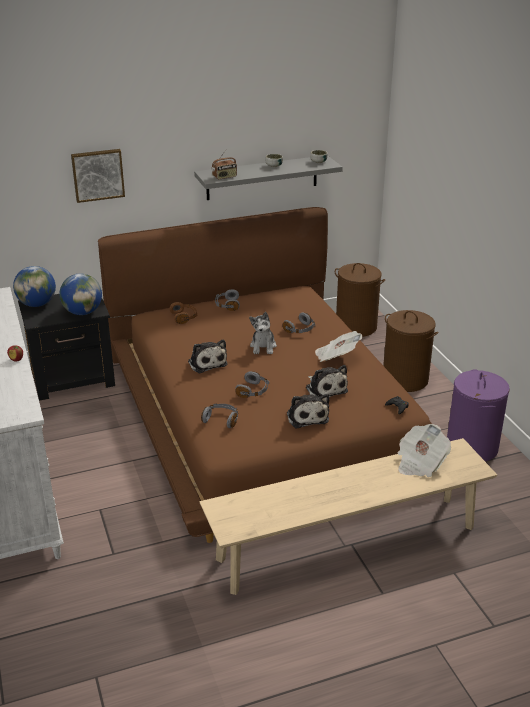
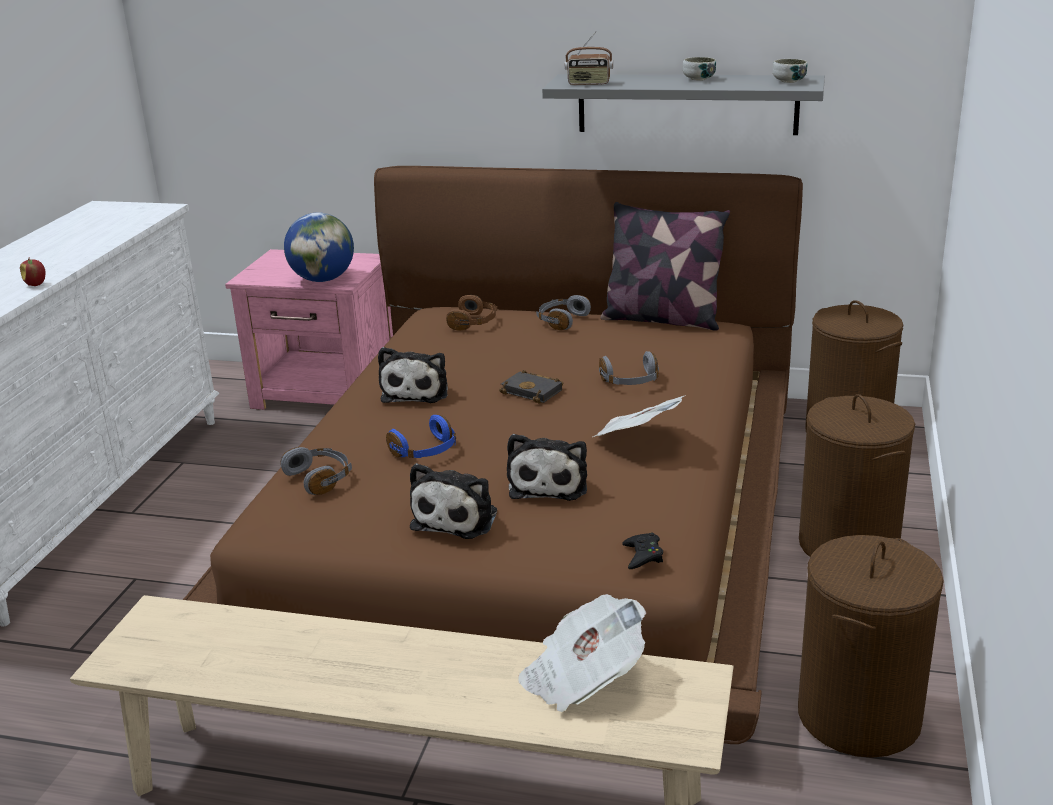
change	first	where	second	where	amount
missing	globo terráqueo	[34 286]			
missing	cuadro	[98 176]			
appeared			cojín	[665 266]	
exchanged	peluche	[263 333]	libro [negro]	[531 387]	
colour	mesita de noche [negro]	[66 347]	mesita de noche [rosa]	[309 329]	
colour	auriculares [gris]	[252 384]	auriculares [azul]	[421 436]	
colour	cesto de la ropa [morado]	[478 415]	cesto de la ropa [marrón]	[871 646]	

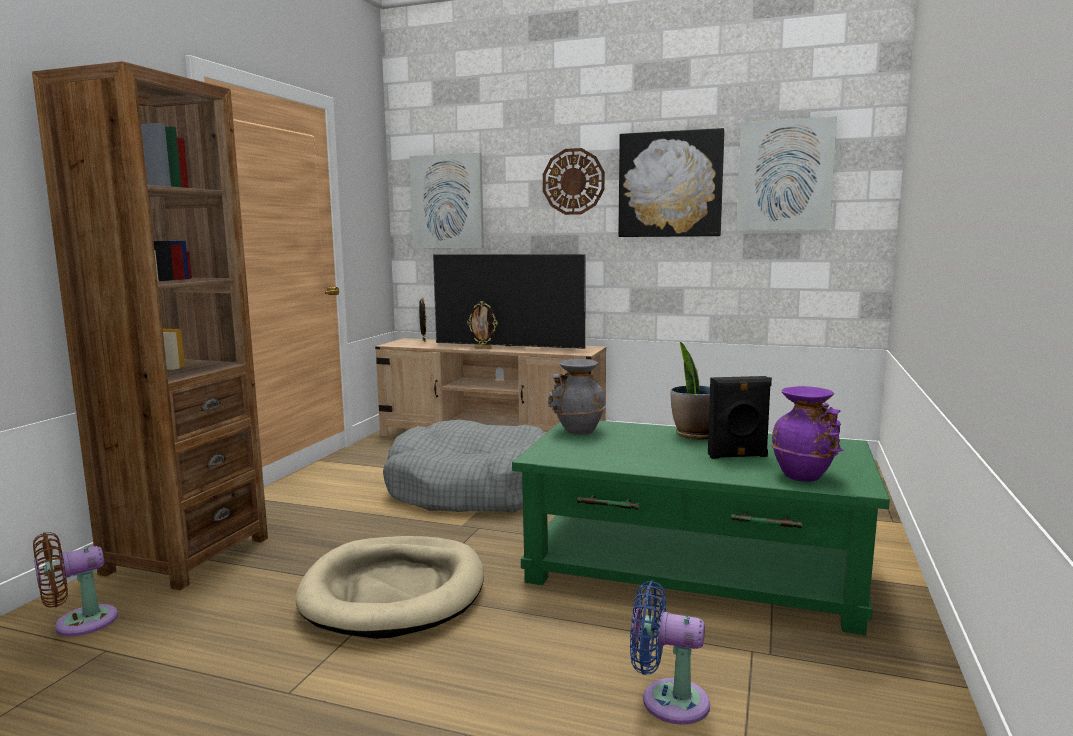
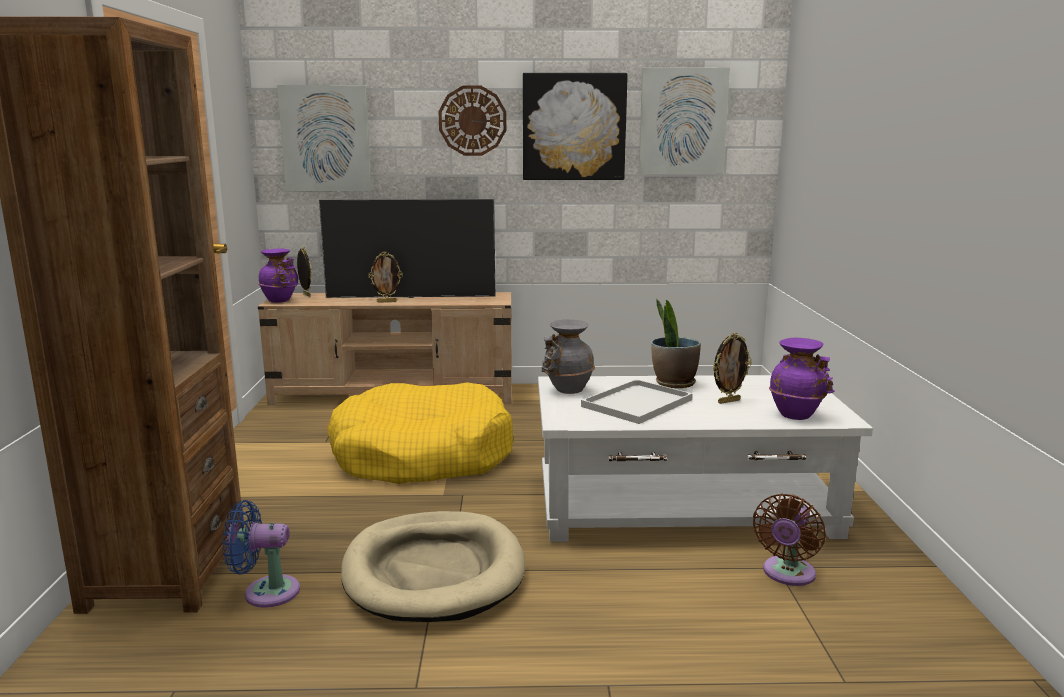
change	first	where	second	where	amount
appeared			florero [morado]	[278 276]	
appeared			bandeja [blanco]	[637 401]	
relocated	ventilador [marrón]	[75 584]		[789 540]	
relocated	ventilador [azul]	[670 653]		[261 554]	
exchanged	altavoz [negro]	[740 417]	portarretratos	[732 368]	
colour	cama para perro [gris]	[464 466]	cama para perro [amarillo]	[420 433]	
colour	mesa de centro [verde]	[701 528]	mesa de centro [blanco]	[705 458]	

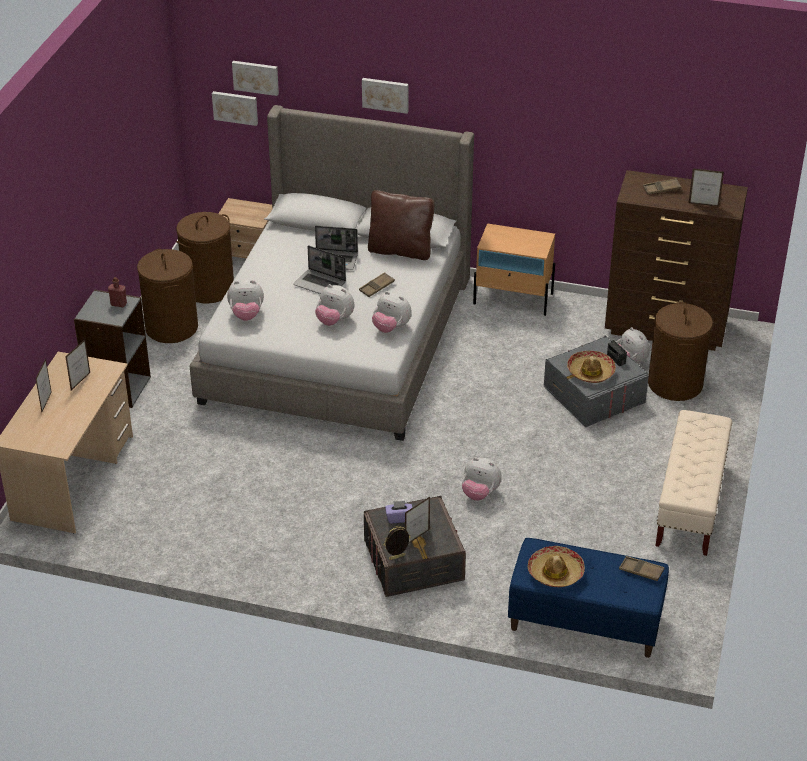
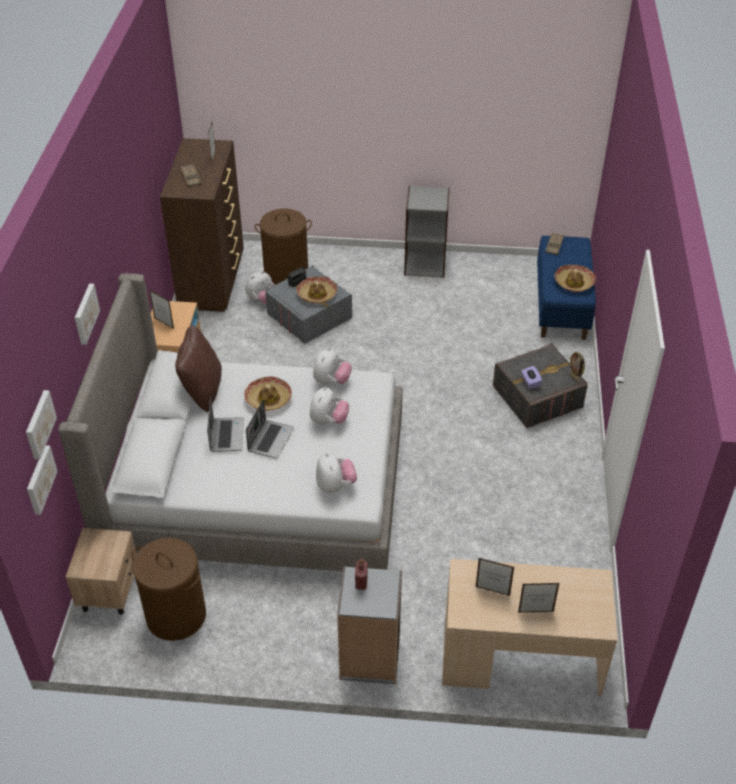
change	first	where	second	where	amount
missing	cesto de la ropa [marrón]	[167 296]			
missing	peluche	[481 479]			
relocated	portarretratos	[417 520]		[161 309]	
exchanged	bandeja [marrón]	[377 284]	sombrero	[268 393]	
exchanged	banco [beis]	[694 483]	estantería [gris]	[427 232]	

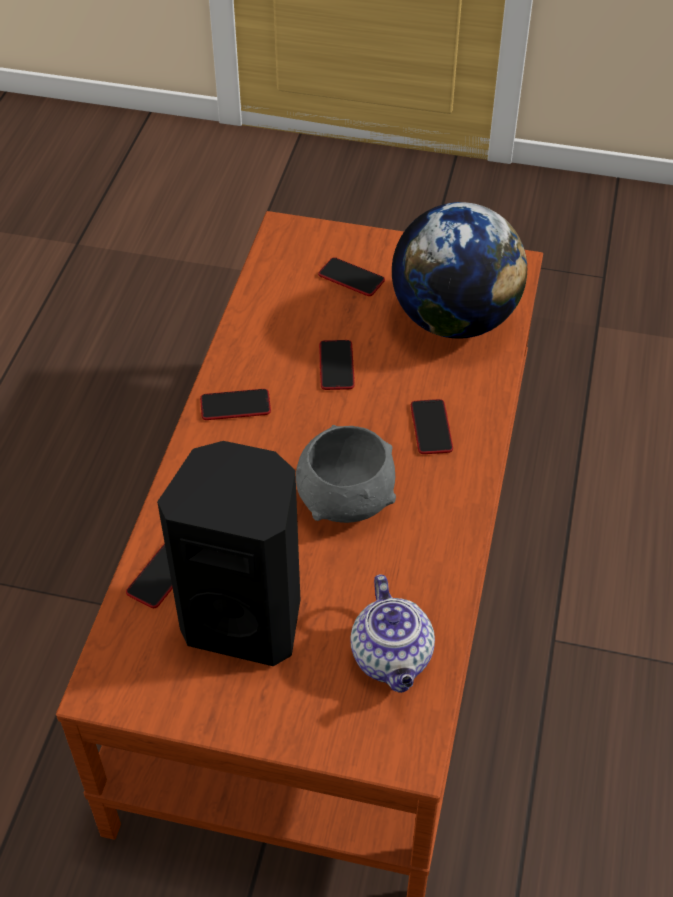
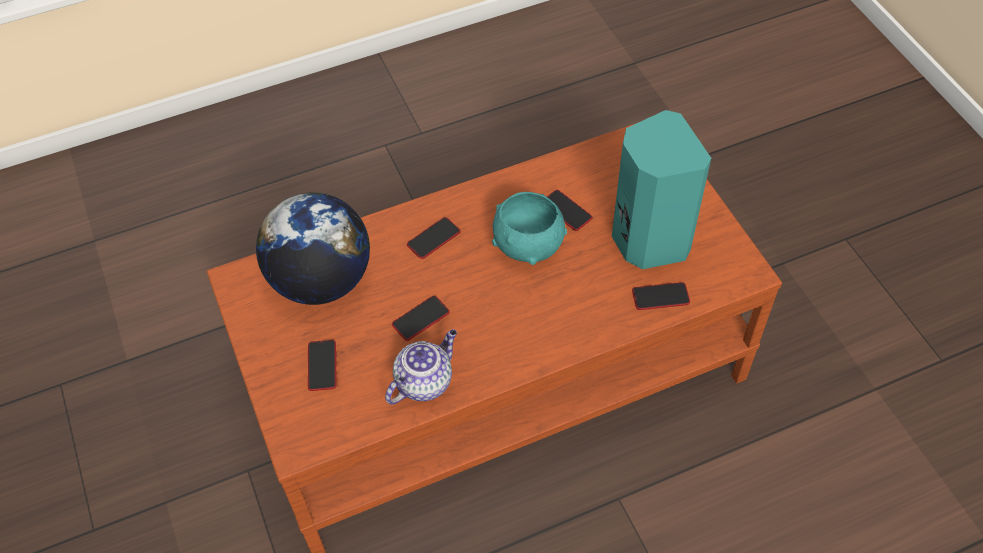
change	first	where	second	where	amount
relocated	móvil	[235 404]		[570 210]	
relocated	tetera	[393 633]		[421 366]	
colour	altavoz [negro]	[228 553]	altavoz [turquesa]	[661 189]	
colour	cuenco [gris]	[346 474]	cuenco [turquesa]	[529 228]	

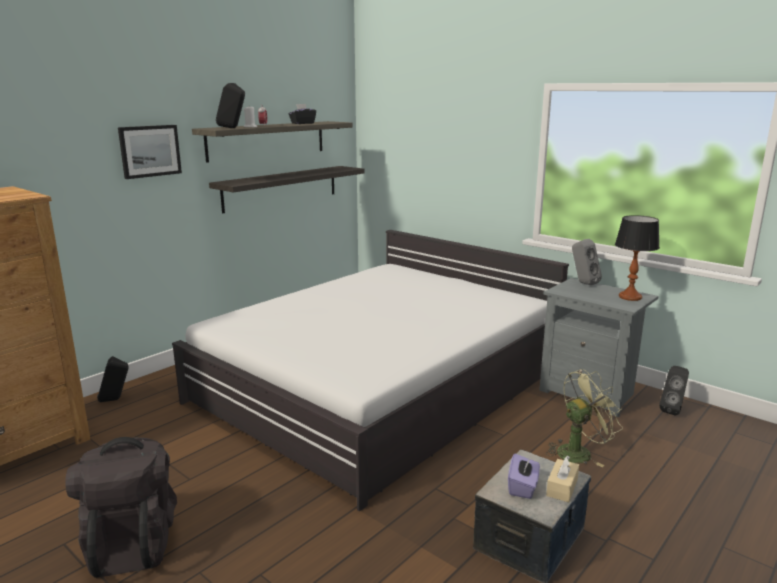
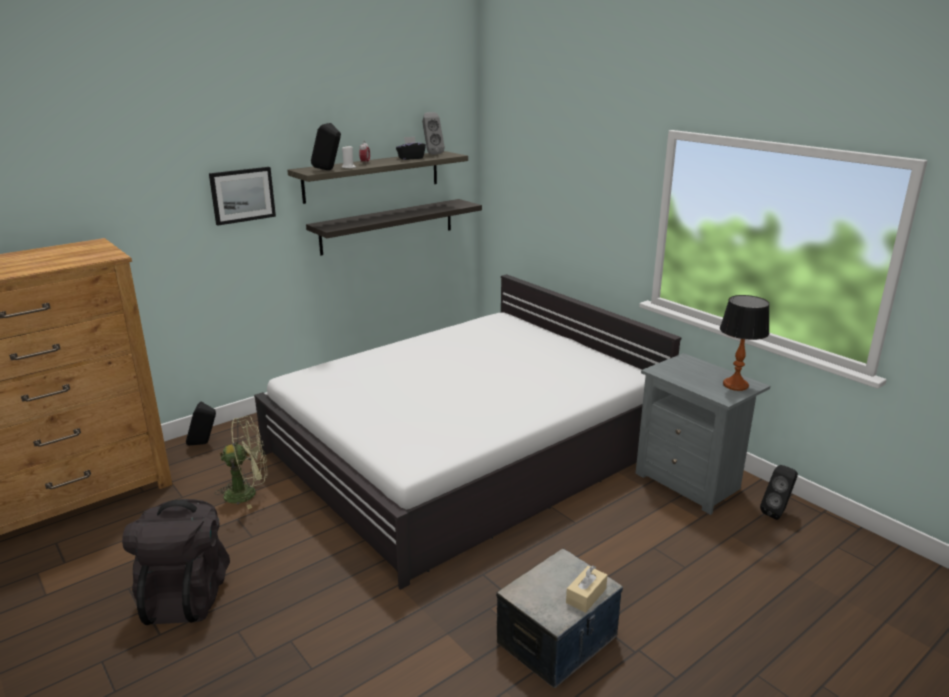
change	first	where	second	where	amount
missing	caja de pañuelos [morado]	[524 476]			
relocated	ventilador [verde]	[584 418]		[242 462]	
relocated	altavoz [gris]	[587 262]		[433 133]	

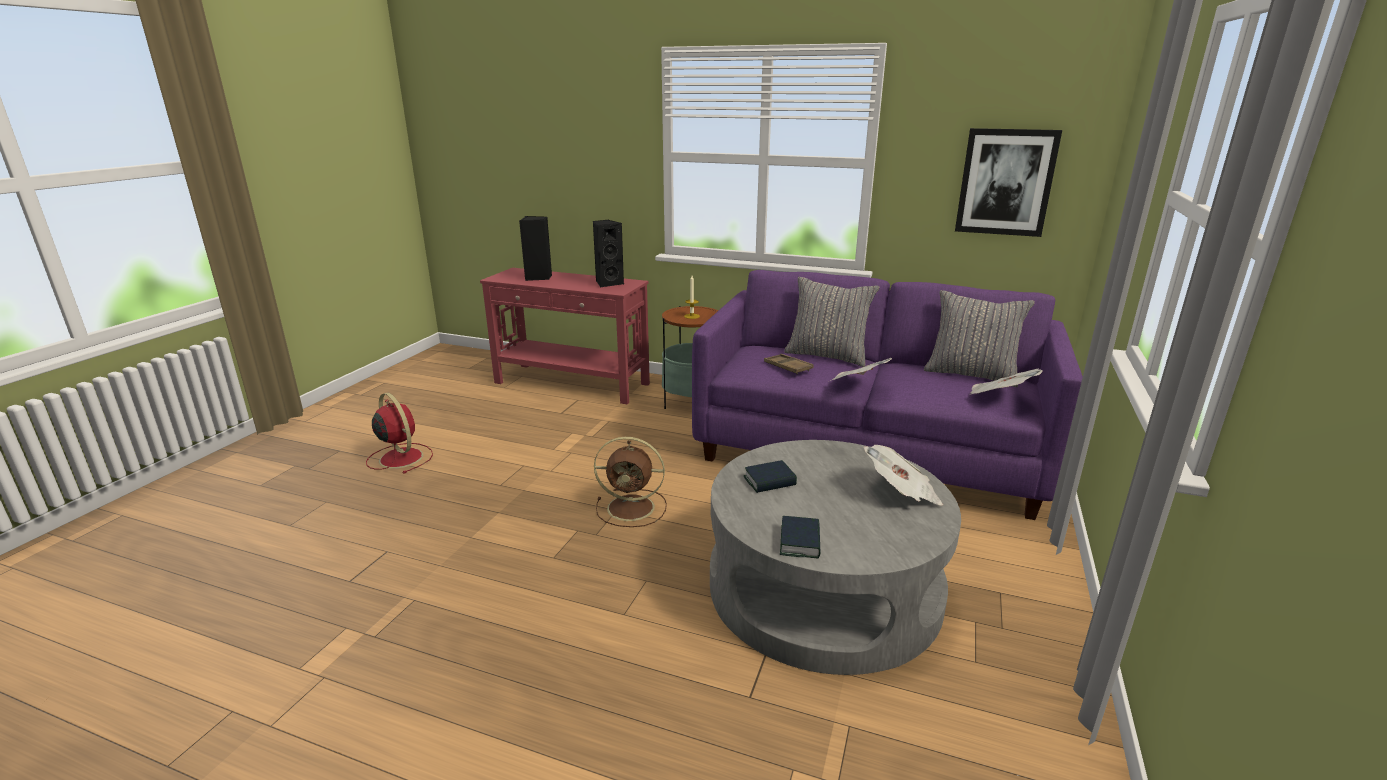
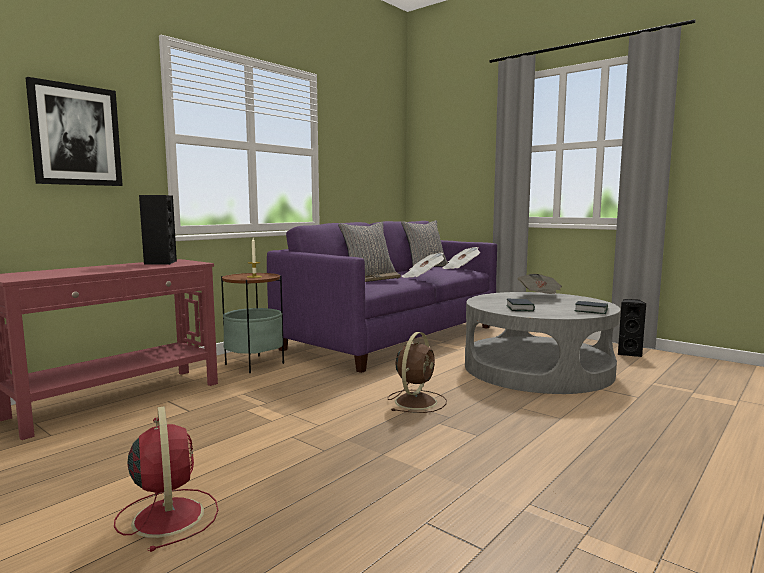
change	first	where	second	where	amount
relocated	altavoz [negro]	[535 248]		[632 328]	
relocated	cuadro	[1008 182]		[74 131]	
spun	ventilador [rojo]	[399 433]		[166 479]	90 degrees clockwise

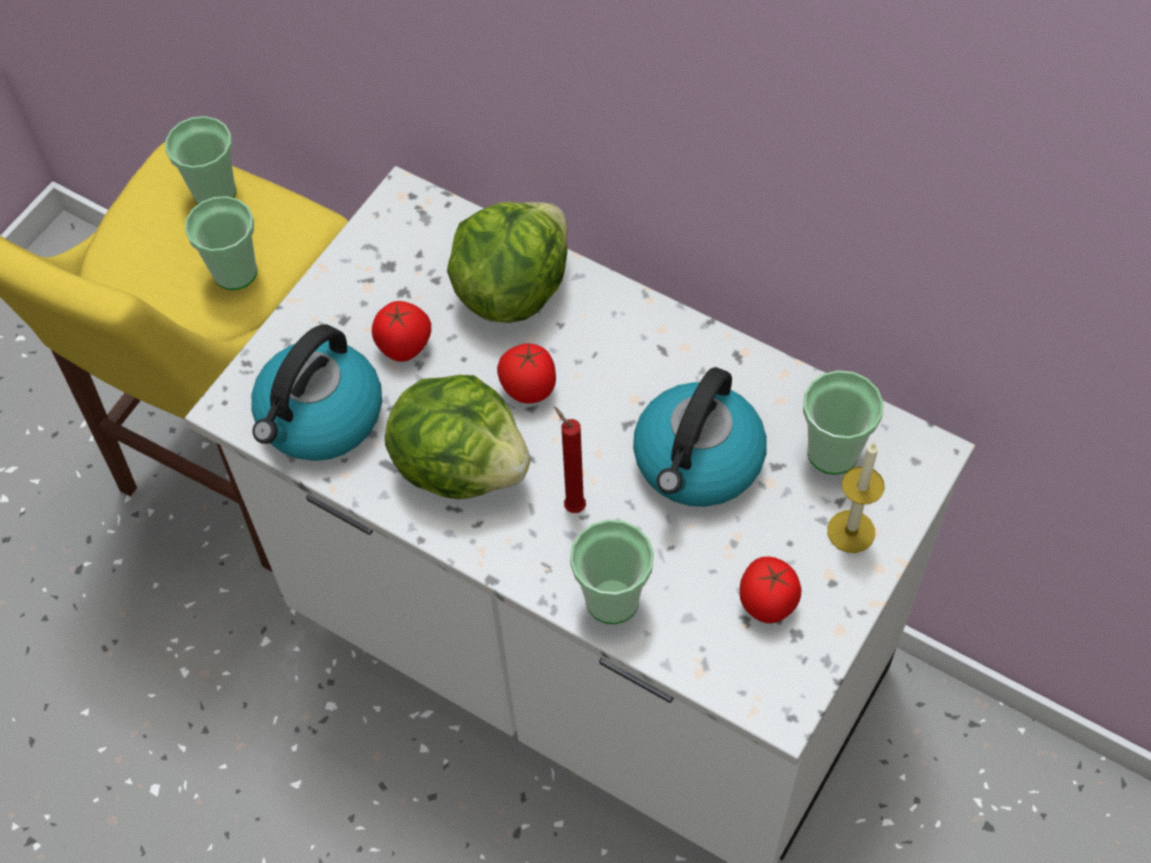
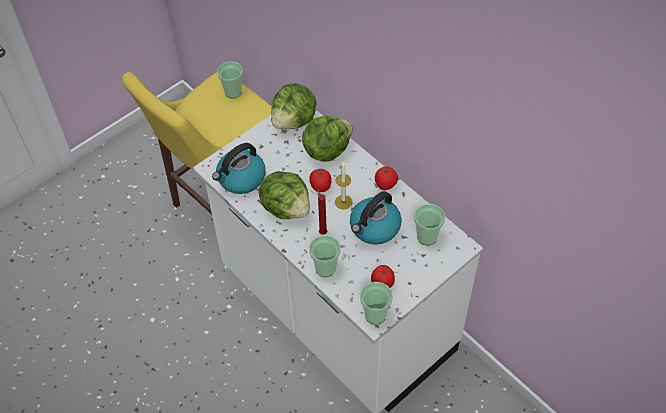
change	first	where	second	where	amount
appeared			lechuga	[294 106]	
relocated	taza	[221 243]		[376 303]	
relocated	tomate	[401 331]		[386 178]	
relocated	vela	[856 497]		[343 185]	

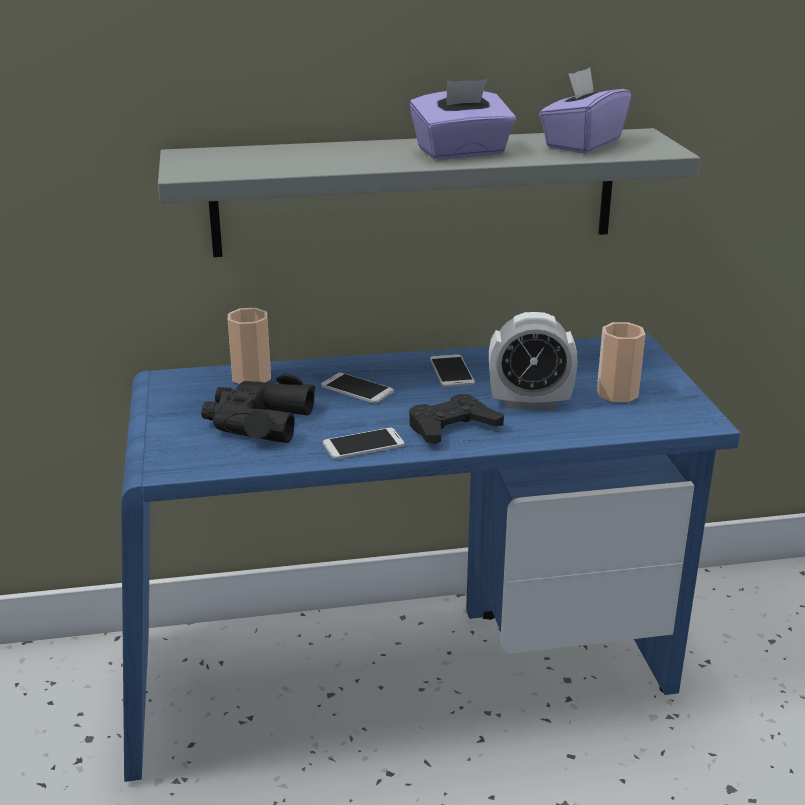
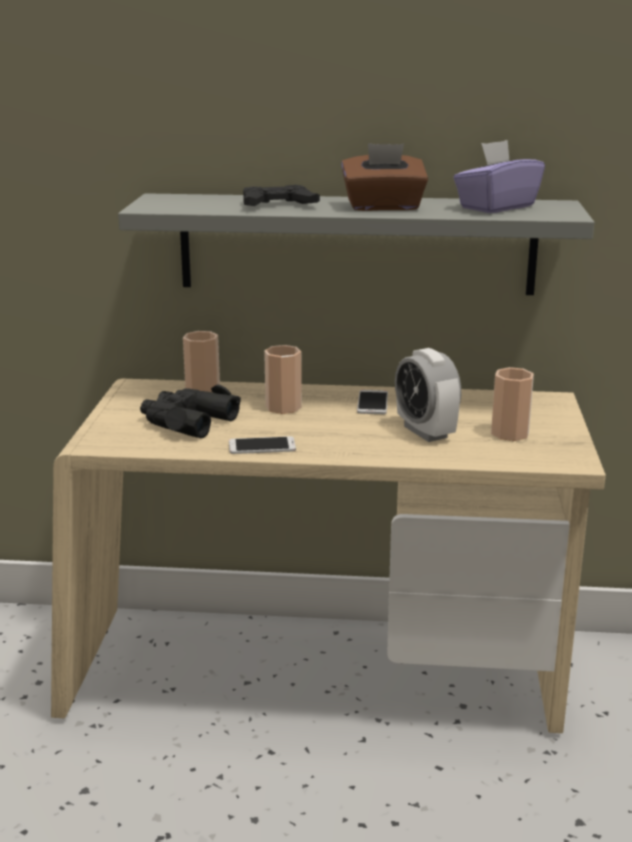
change	first	where	second	where	amount
relocated	mando de consola [negro]	[456 419]		[281 195]	
exchanged	móvil	[357 388]	taza	[283 379]	
colour	escritorio [azul]	[430 558]	escritorio [beis]	[328 555]	
colour	caja de pañuelos [morado]	[462 119]	caja de pañuelos [marrón]	[384 177]	
spun	despertador	[533 360]		[428 395]	45 degrees clockwise

